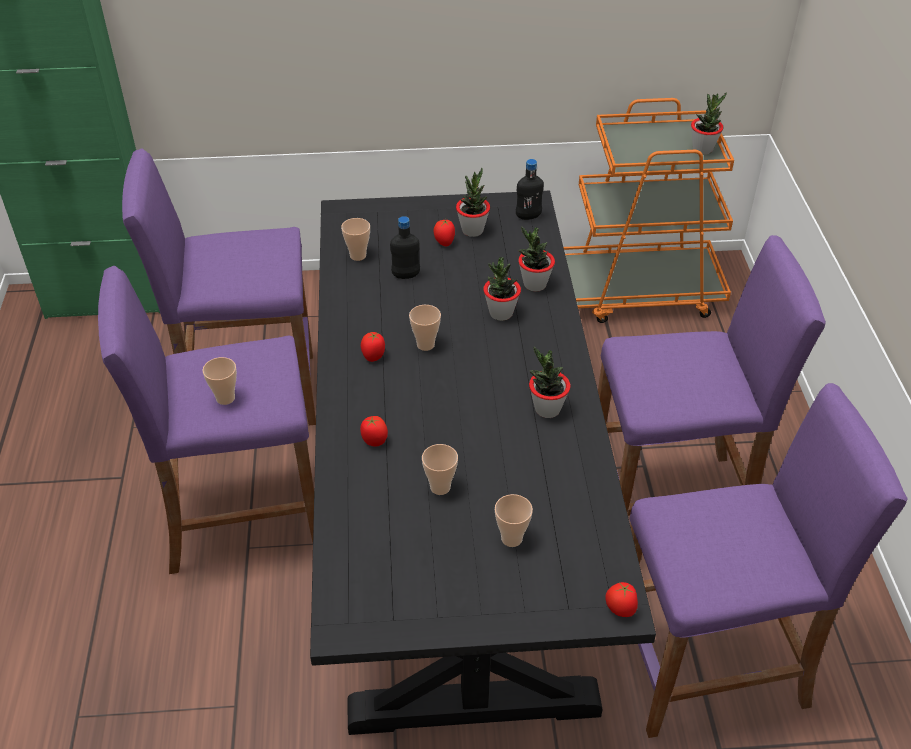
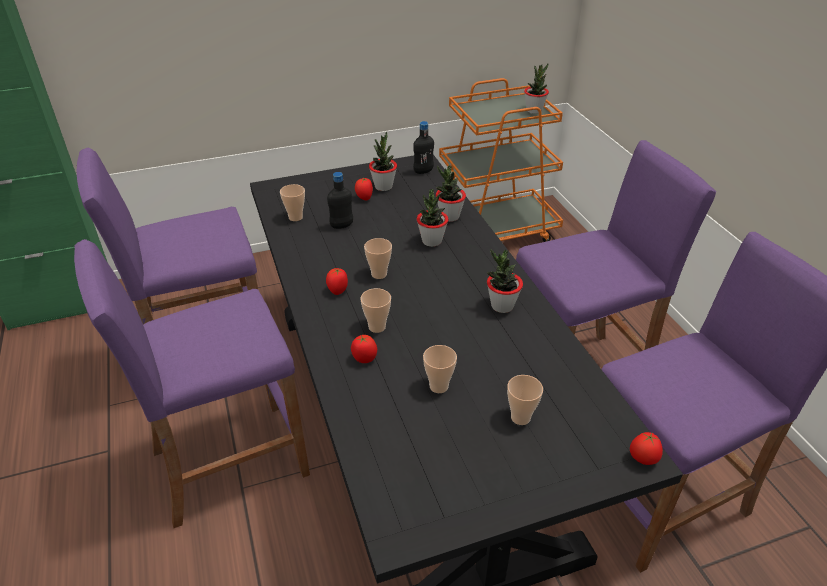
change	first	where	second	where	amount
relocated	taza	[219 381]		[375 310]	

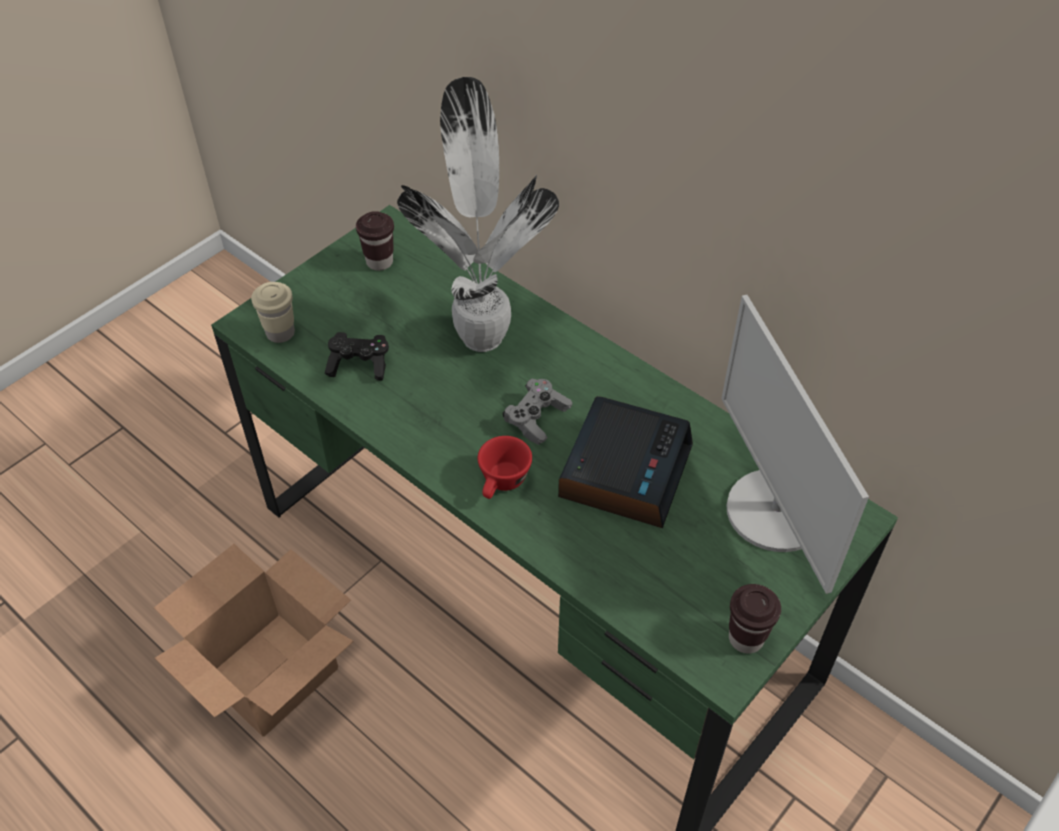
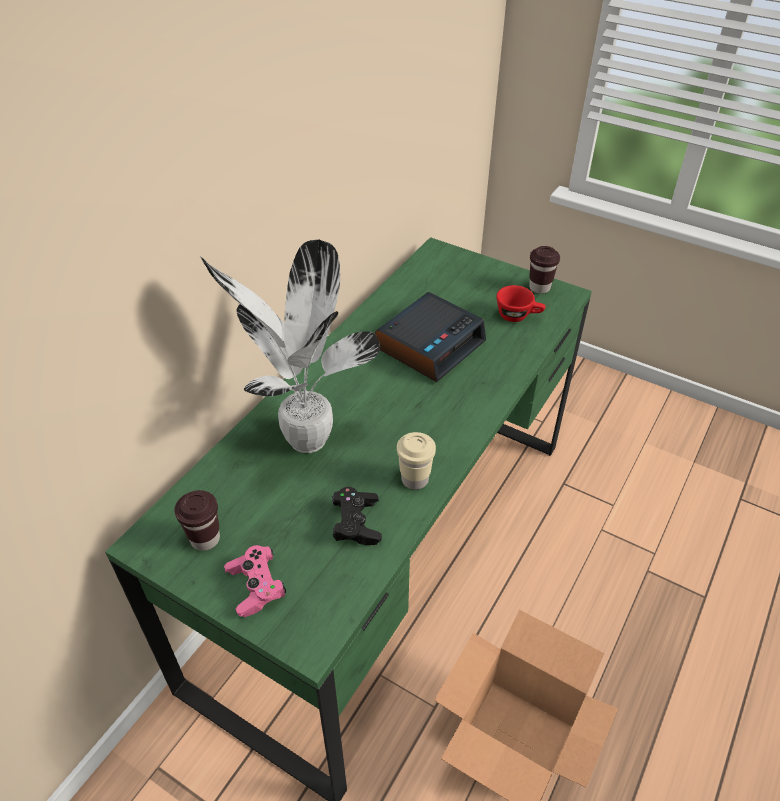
change	first	where	second	where	amount
missing	mando de consola [gris]	[537 412]			
missing	monitor	[795 444]			
appeared			mando de consola [rosa]	[255 581]	
relocated	taza [beis]	[273 312]		[416 461]	
relocated	taza [rojo]	[505 467]		[520 303]	
spun	despertador	[625 462]		[430 337]	120 degrees clockwise

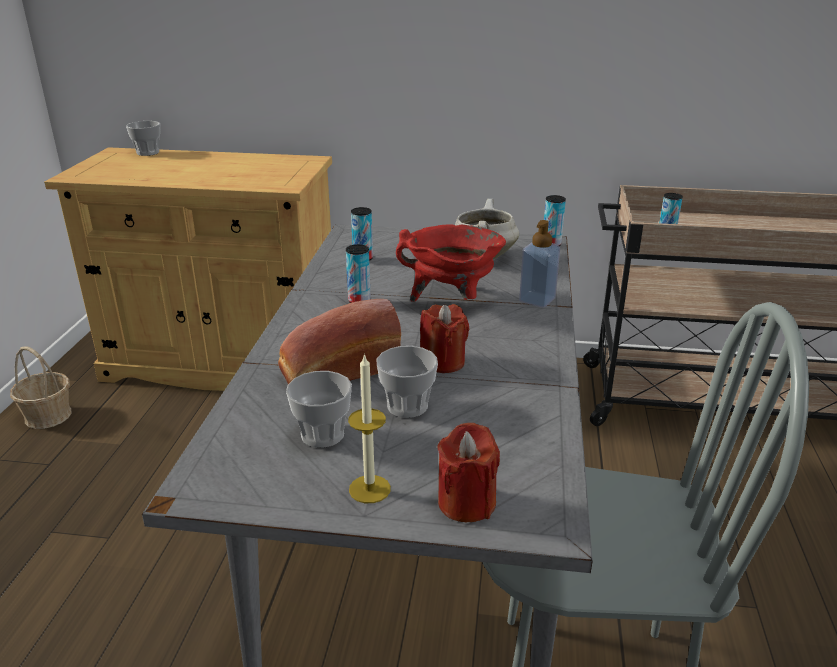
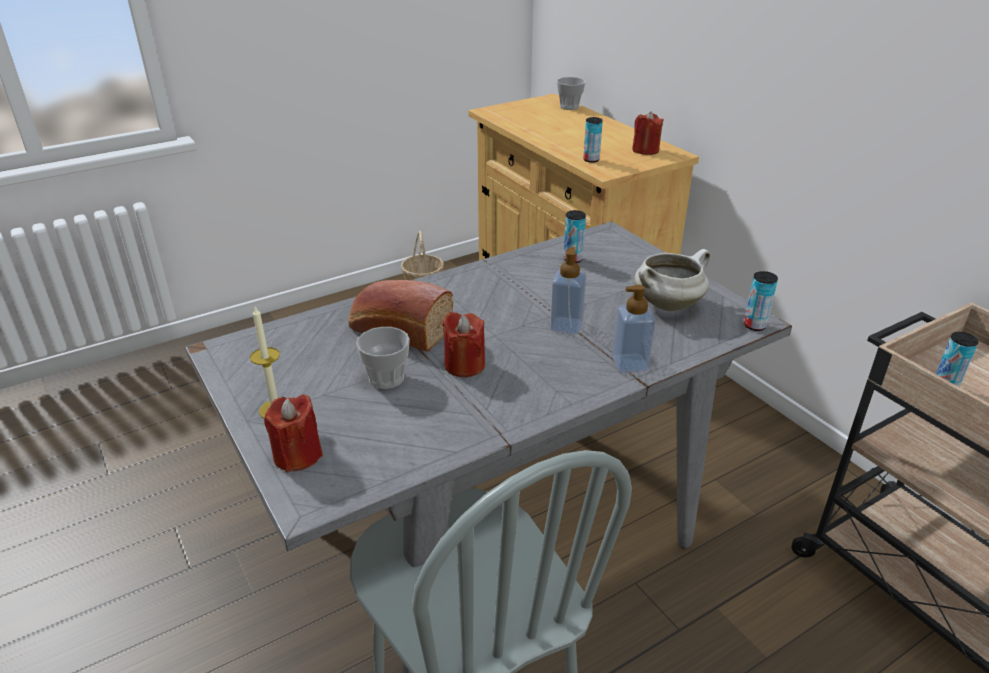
change	first	where	second	where	amount
missing	taza	[319 409]			
appeared			vela [rojo]	[648 133]	
relocated	lata	[358 273]		[593 140]	
exchanged	olla [rojo]	[451 263]	dispensador de jabón	[568 291]	

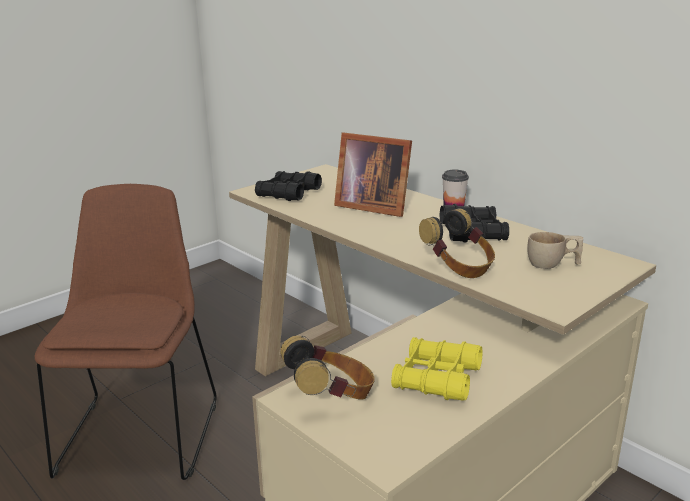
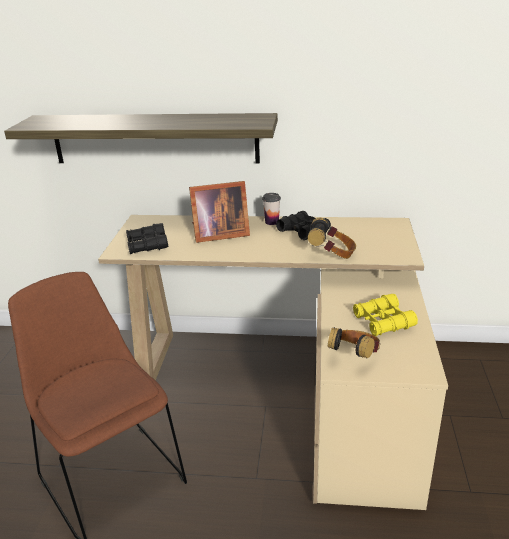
change	first	where	second	where	amount
missing	taza [beis]	[555 250]			
appeared			estante	[141 138]	

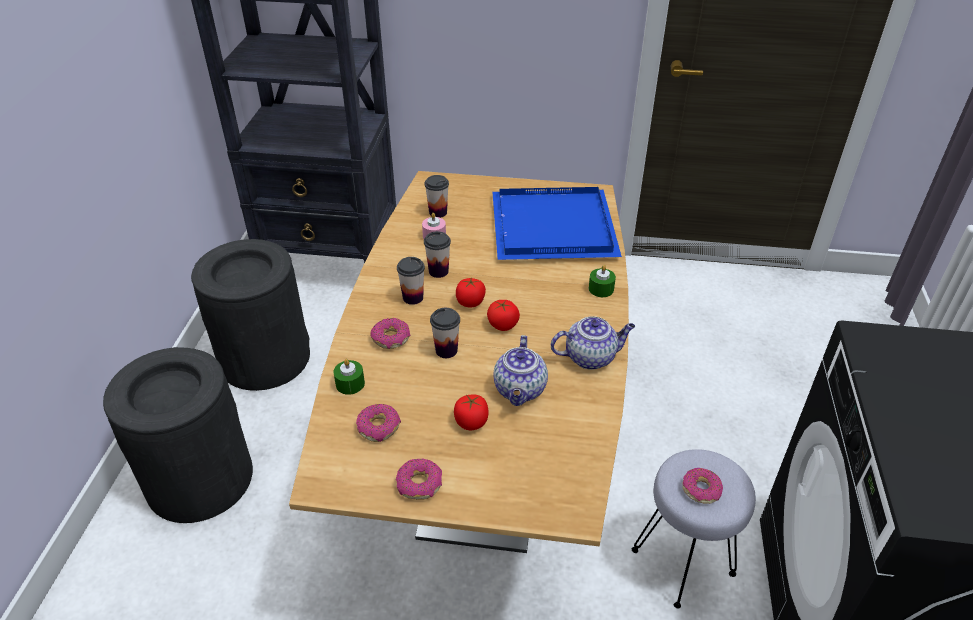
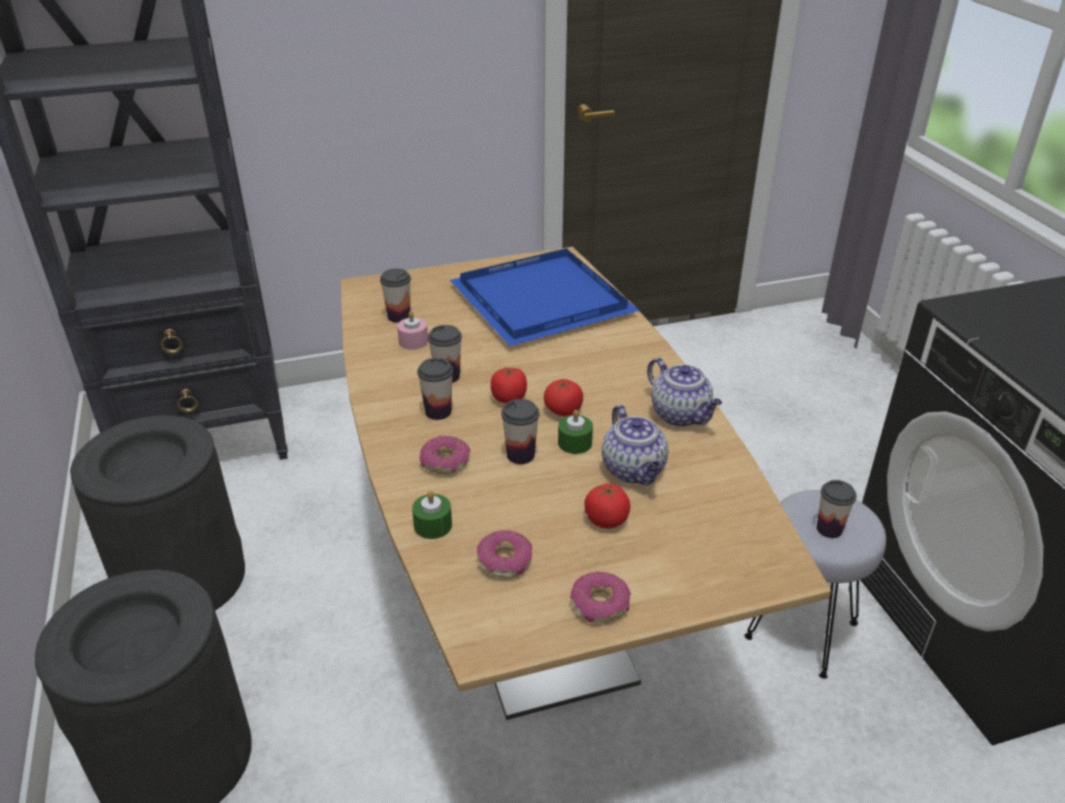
change	first	where	second	where	amount
relocated	vela [verde]	[602 281]		[575 432]	
exchanged	rosquilla	[703 486]	taza	[837 509]	
spun	tetera	[593 343]		[684 392]	90 degrees clockwise

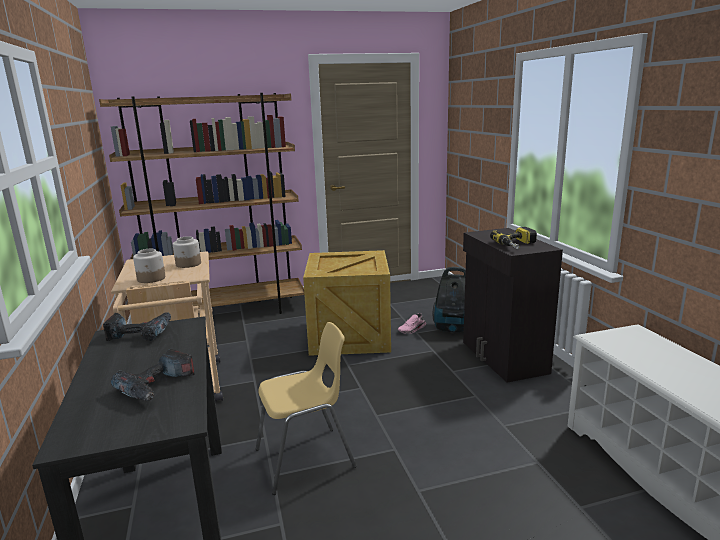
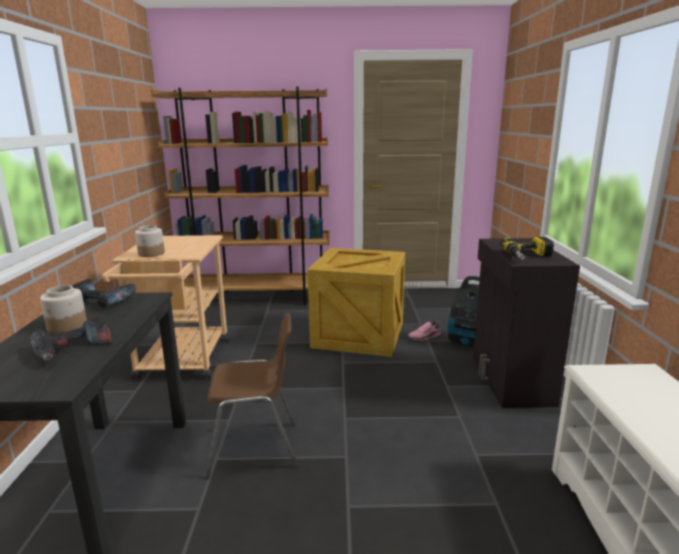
change	first	where	second	where	amount
relocated	tarro	[187 252]		[63 309]	
colour	silla [amarillo]	[306 408]	silla [marrón]	[252 396]	

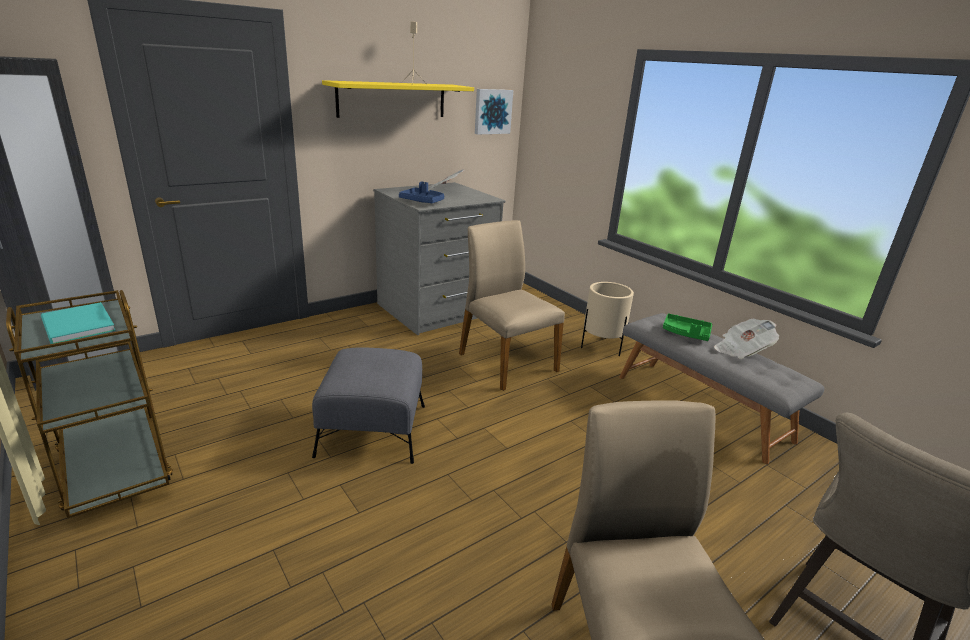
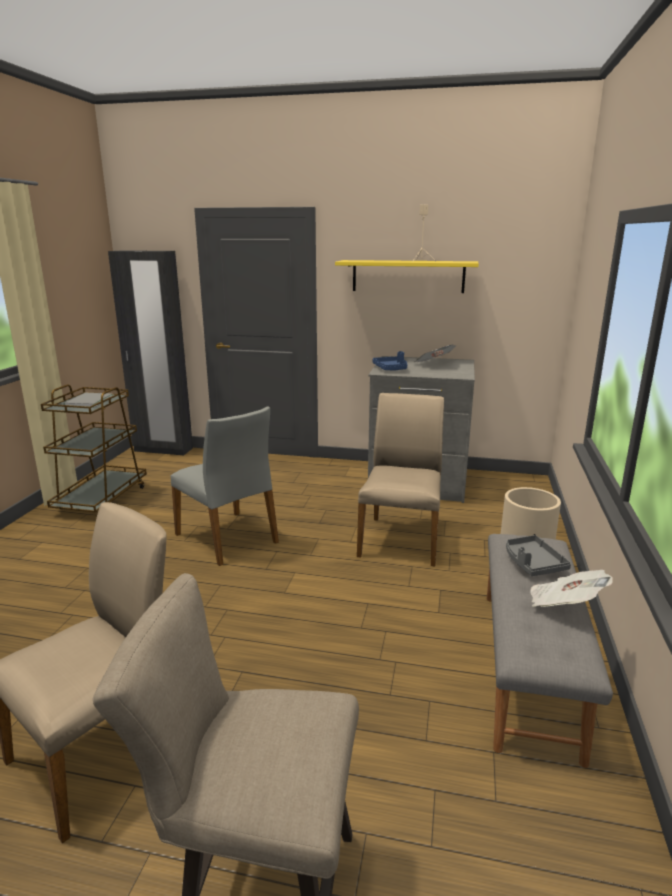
change	first	where	second	where	amount
missing	cuadro	[494 111]			
exchanged	puf [gris]	[368 405]	silla [gris]	[225 486]	
colour	libro [turquesa]	[78 323]	libro [gris]	[88 400]	
colour	bandeja [verde]	[687 327]	bandeja [gris]	[538 555]	

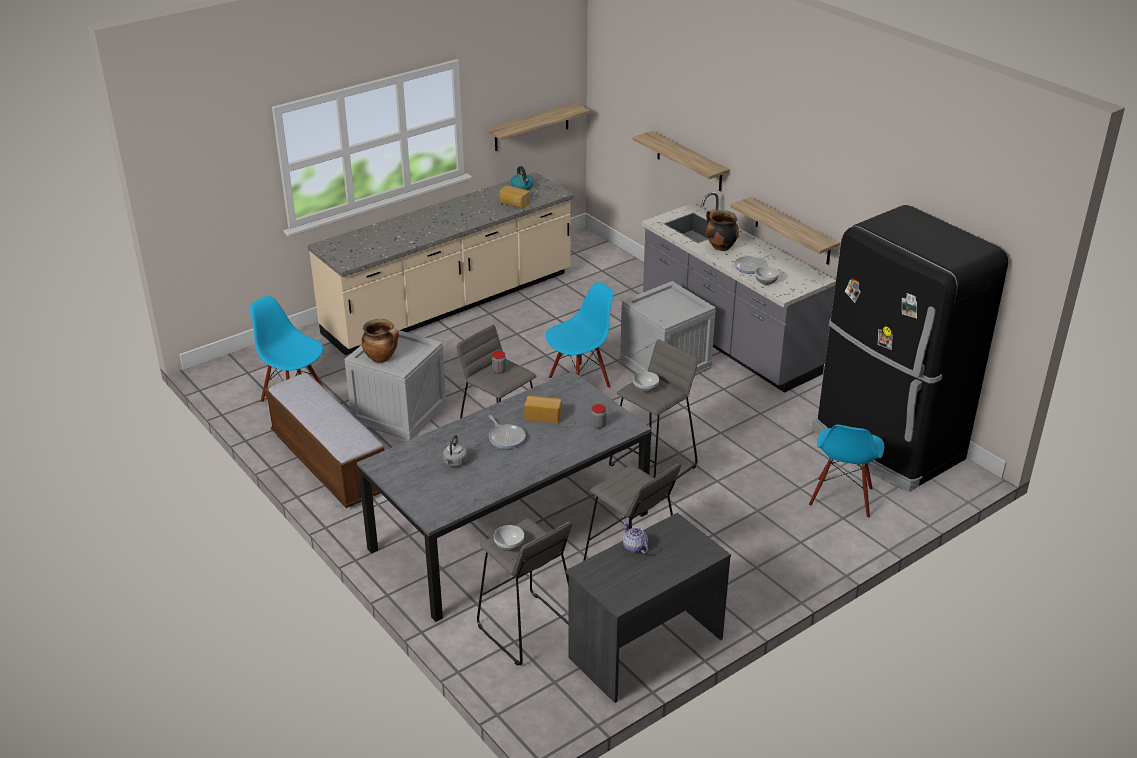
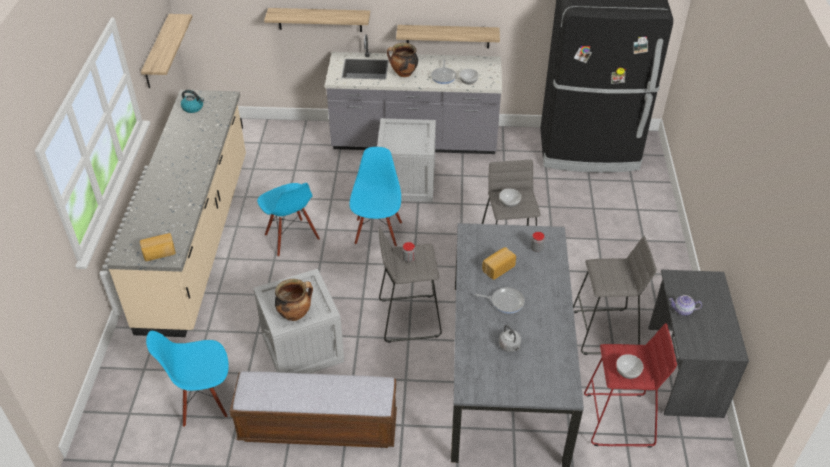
change	first	where	second	where	amount
relocated	pan	[514 196]		[158 247]	
relocated	silla [azul]	[846 471]		[288 220]	
colour	taburete [gris]	[524 592]	taburete [rojo]	[630 385]	

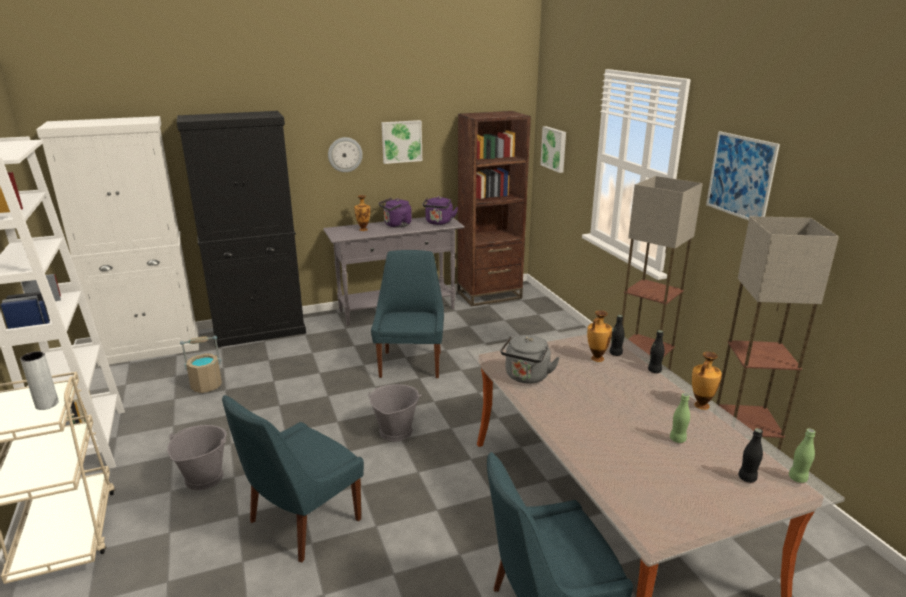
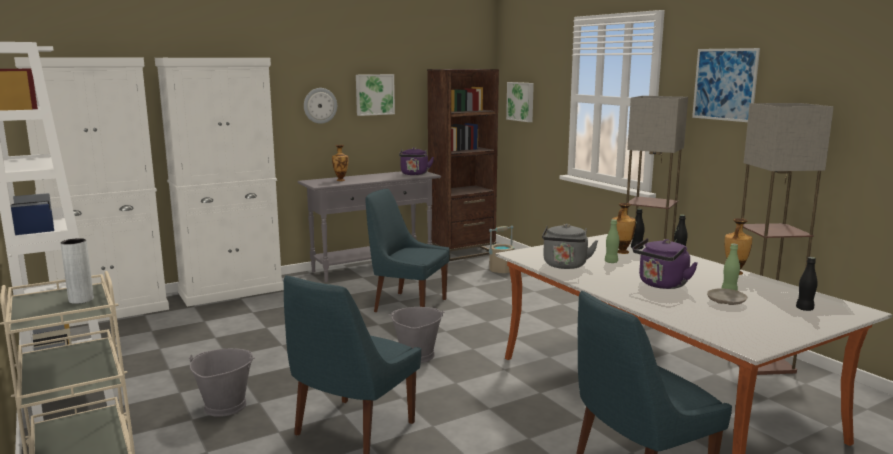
change	first	where	second	where	amount
appeared			plato [beis]	[727 296]	
relocated	cubo [beis]	[201 364]		[501 249]	
relocated	hervidor [morado]	[395 212]		[665 263]	
relocated	botella [verde]	[802 456]		[612 241]	
colour	armario [negro]	[241 229]	armario [blanco]	[219 182]	
spun	silla [azul]	[407 314]		[407 250]	60 degrees counterclockwise

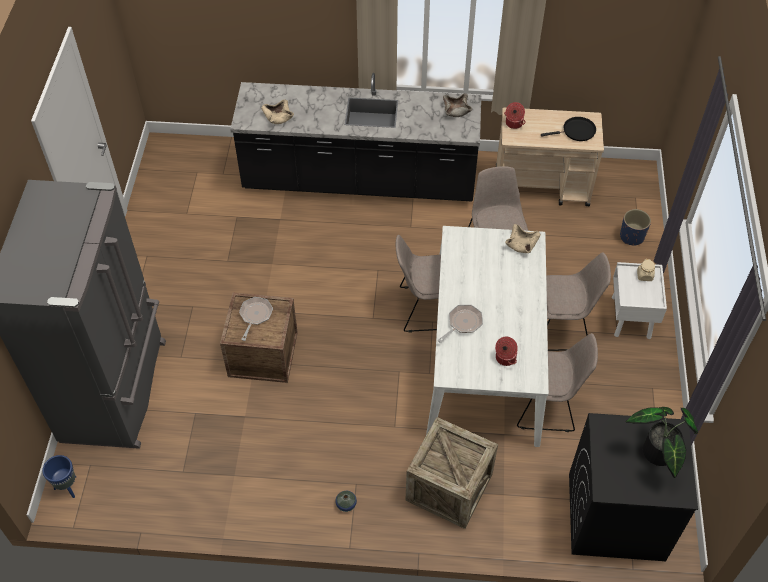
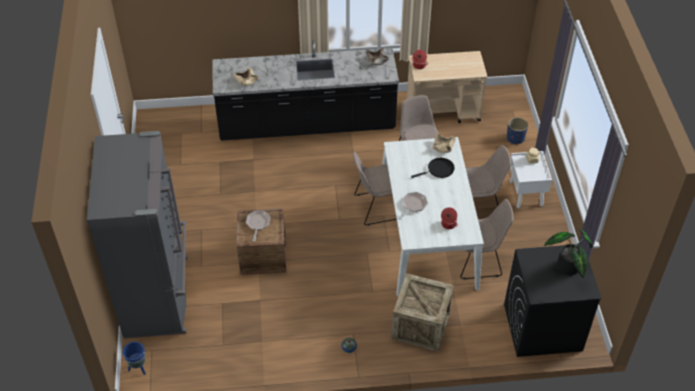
change	first	where	second	where	amount
relocated	sartén [negro]	[568 129]		[433 168]	

